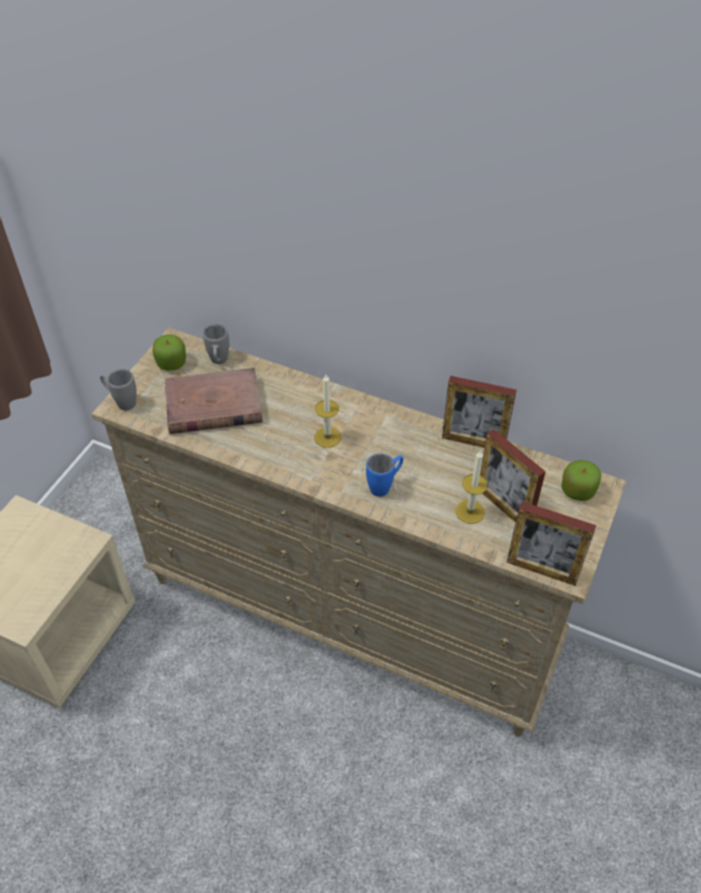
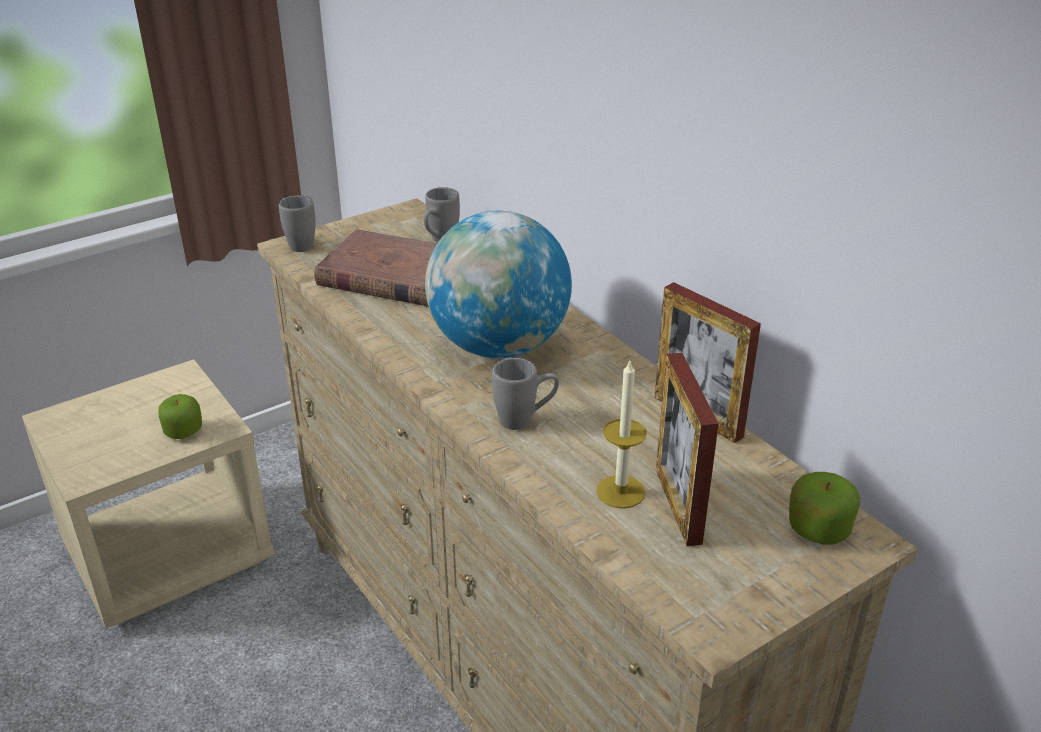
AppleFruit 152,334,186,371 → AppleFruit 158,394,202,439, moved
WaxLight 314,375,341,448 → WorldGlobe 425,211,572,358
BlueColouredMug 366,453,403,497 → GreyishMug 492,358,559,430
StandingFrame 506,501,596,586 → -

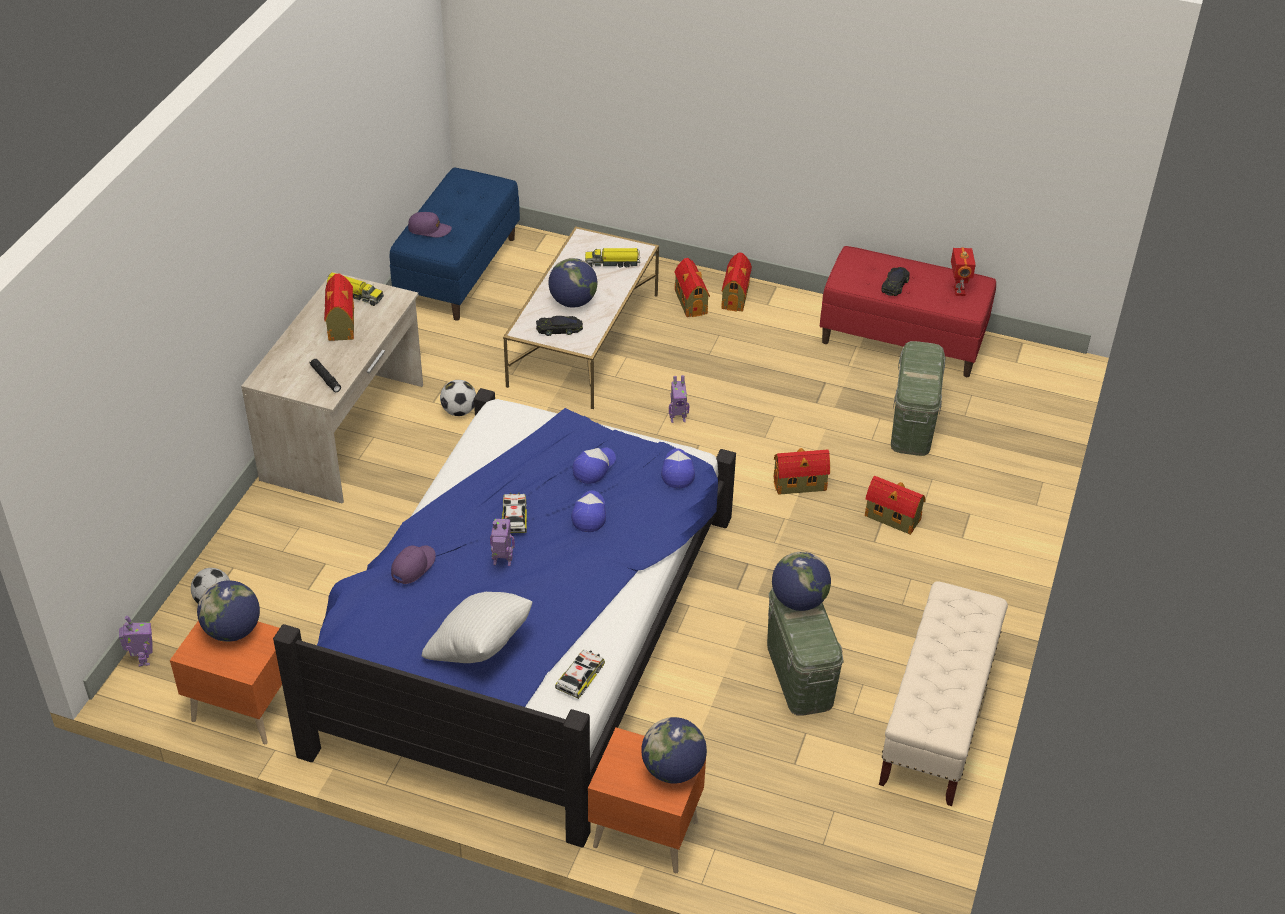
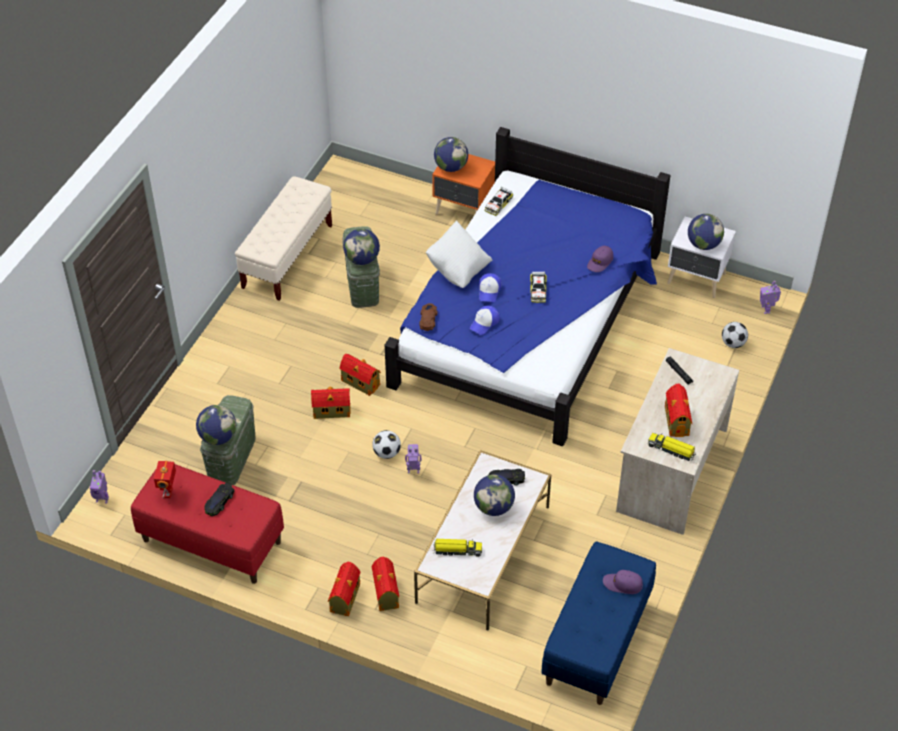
Football 440,380,476,416 → Football 372,430,401,459, moved
PeakedCap 661,448,695,488 → BrownColouredModelCar 419,303,438,331
ModelHouse 865,475,925,535 → ModelHouse 339,354,381,396, moved
RobotFigure 490,519,515,566 → RobotFigure 90,470,109,504, moved
WhitishPillow 422,592,533,663 → WhitishPillow 426,220,492,288, moved
OrangeNightTable 170,621,282,744 → WhitishNightTable 667,217,736,298
- → WorldGlobe 196,405,236,445

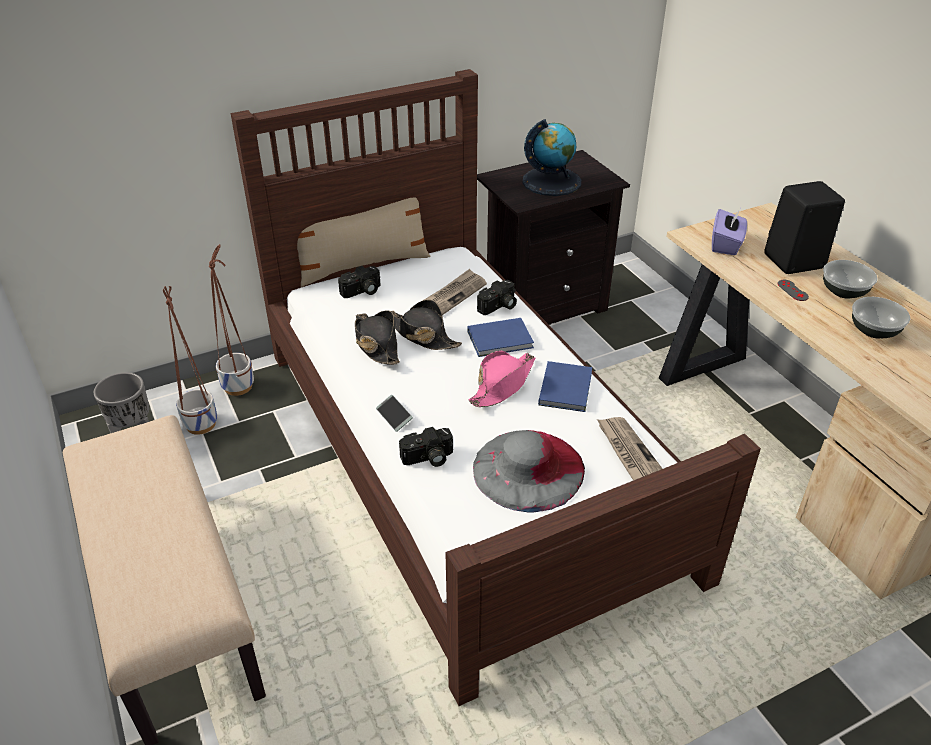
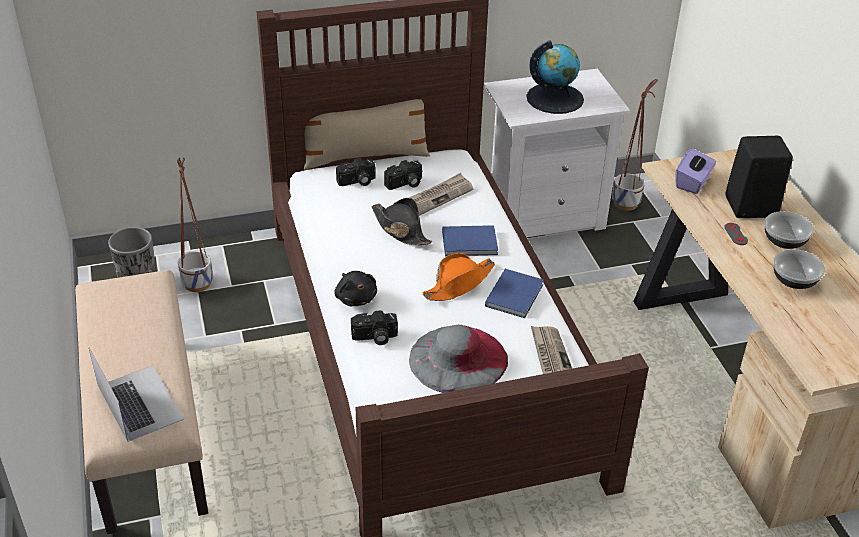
BlackColouredNightTable 477,150,630,324 → WhitishNightTable 484,69,630,237
PlantPot 209,244,254,396 → PlantPot 612,79,658,211, moved
PhotoCamera 477,280,517,315 → PhotoCamera 384,160,422,190, moved
BlackColouredWearableHat 355,310,400,365 → -
PinkishWearableHat 469,351,535,407 → OrangeWearableHat 422,253,495,301
Phone 376,395,413,432 → BlackColouredPlushToy 334,271,377,306
- → Laptop 89,348,184,442

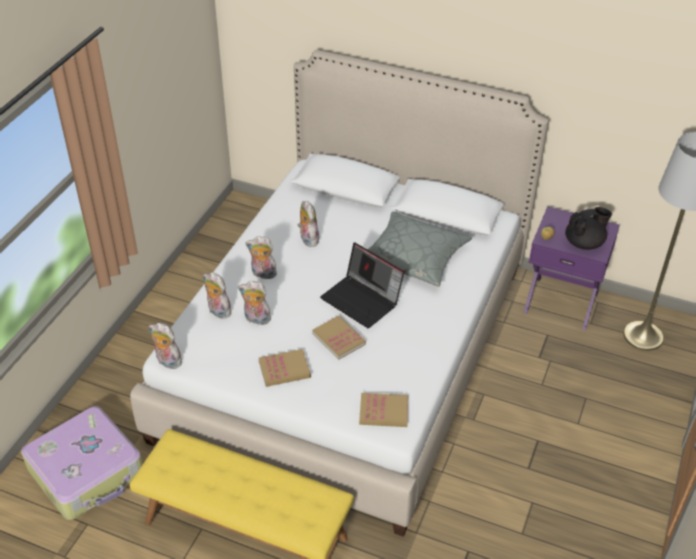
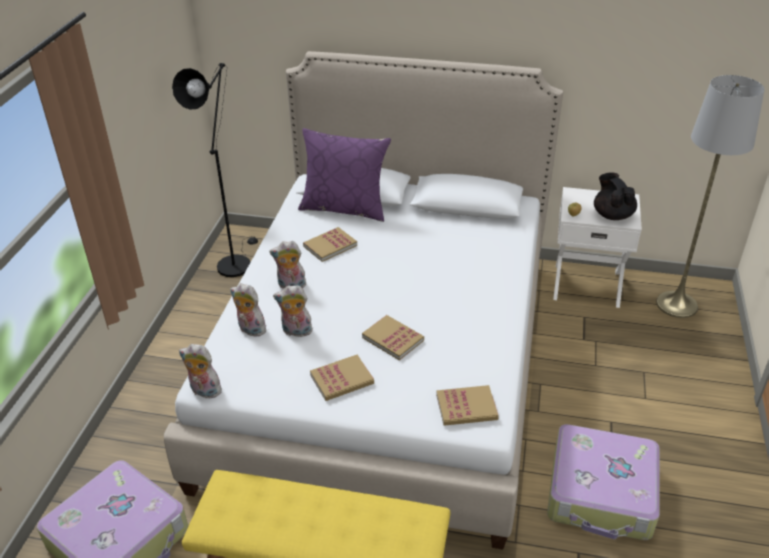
PlushToy 298,201,319,247 → Volume 303,227,357,262
PurpleColouredNightTable 523,207,620,331 → WhitishNightTable 553,187,642,308
BlackColouredTeaPot 565,207,612,250 → BlackColouredTeaPot 594,172,637,220, 75 degrees counterclockwise
GreyishPillow 367,212,472,287 → -
Laptop 320,242,404,328 → -
- → BlackColouredStandingLamp 172,63,258,277
- → PurpleColouredPillow 298,128,391,222
- → TravelCase 547,424,660,540

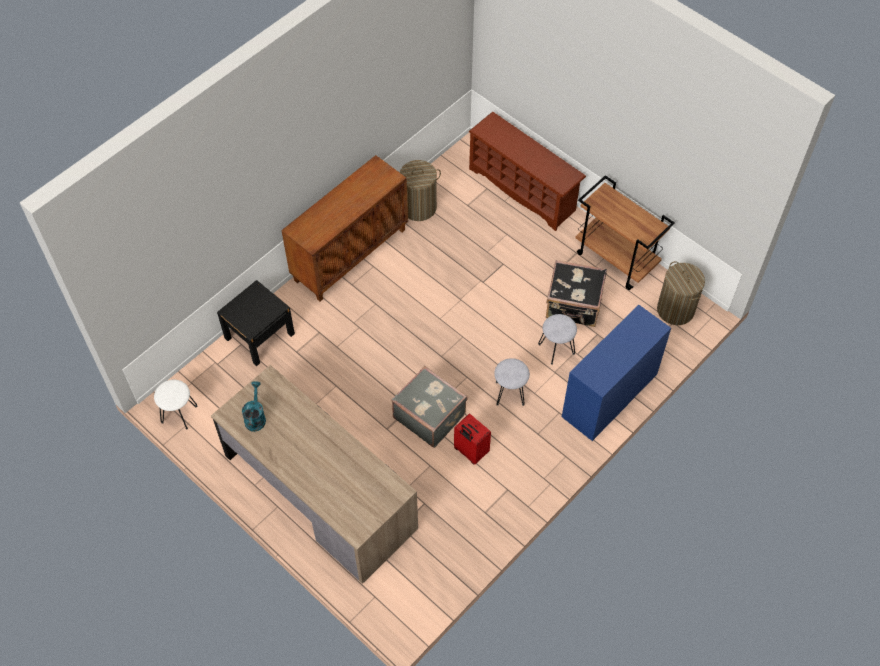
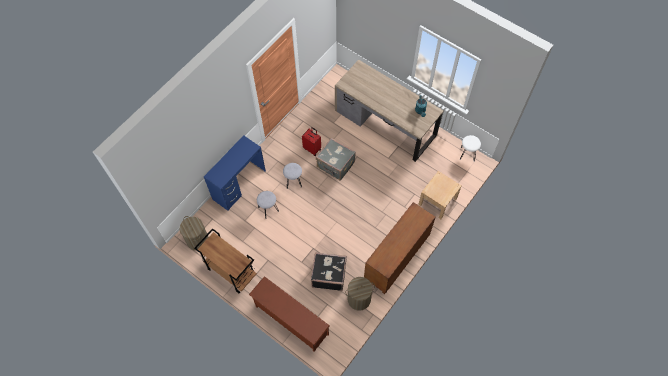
BlackColouredTravelCase 546,260,607,327 → BlackColouredTravelCase 311,252,347,291, moved
BlackColouredNightTable 217,280,295,366 → BeigeColouredNightTable 418,171,462,219

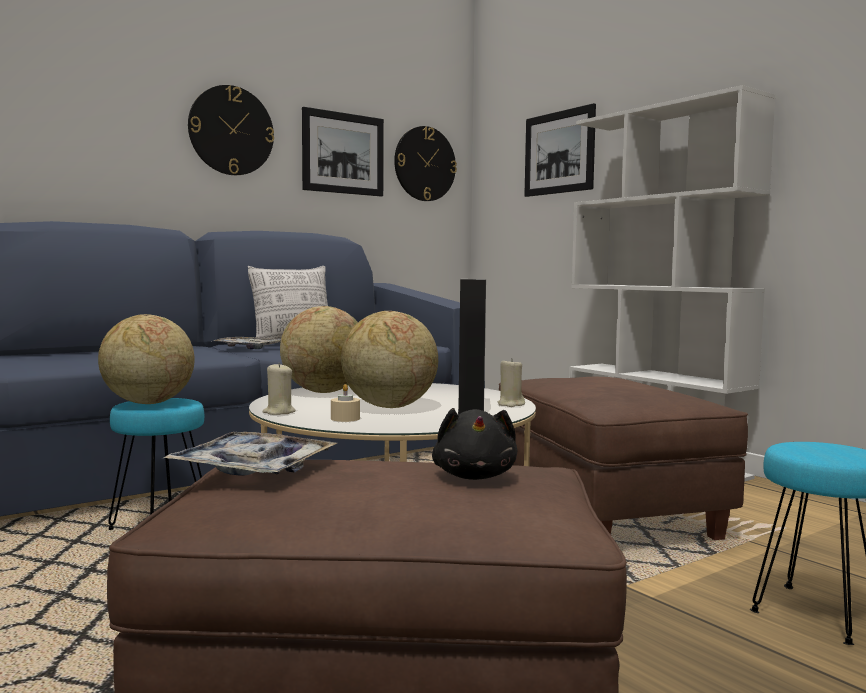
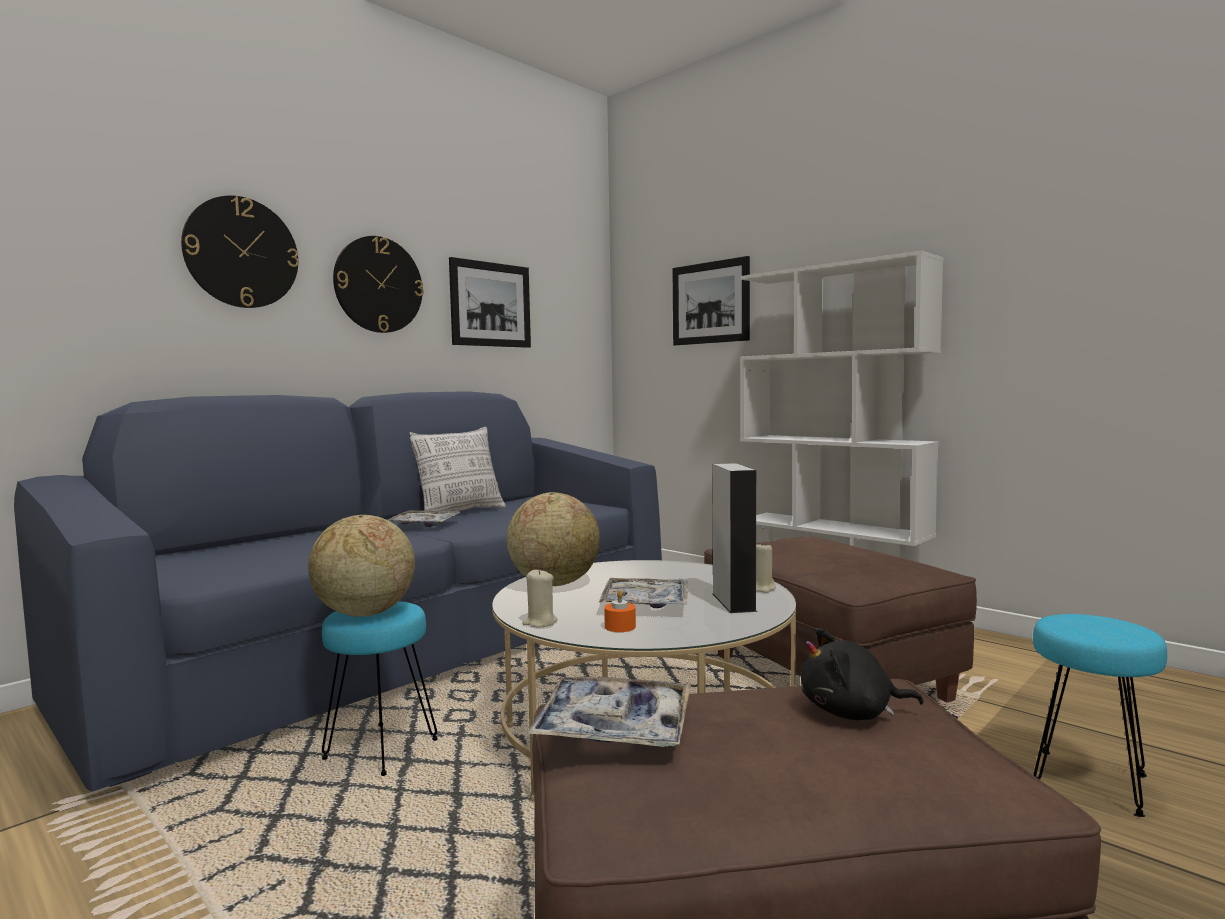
HangingClock 394,126,457,201 → HangingClock 181,195,299,308, moved
WorldGlobe 341,311,438,408 → ServingTray 599,578,688,608
BeigeColouredWaxLight 331,384,360,422 → OrangeWaxLight 604,590,636,632
BlackColouredPlushToy 432,408,517,480 → BlackColouredPlushToy 801,628,924,720, 105 degrees clockwise

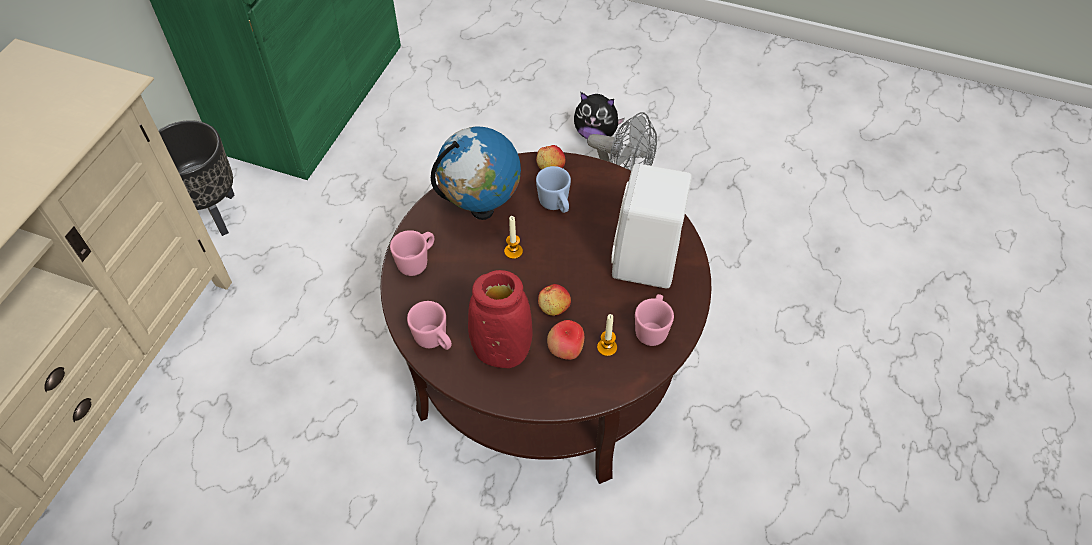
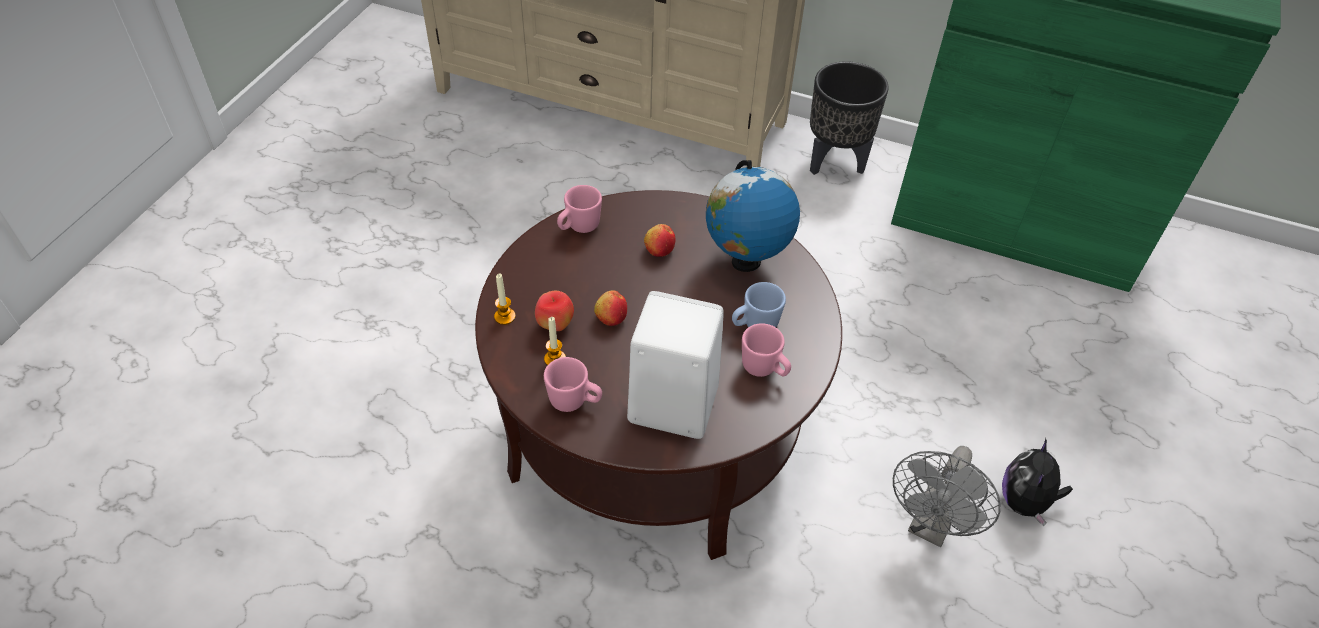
AppleFruit 536,145,566,170 → AppleFruit 644,224,676,257, moved
WaxLight 504,216,523,259 → WaxLight 494,273,516,325, moved
PinkishMug 390,230,434,276 → PinkishMug 742,323,791,377, moved
RedColouredVase 468,270,533,368 → -

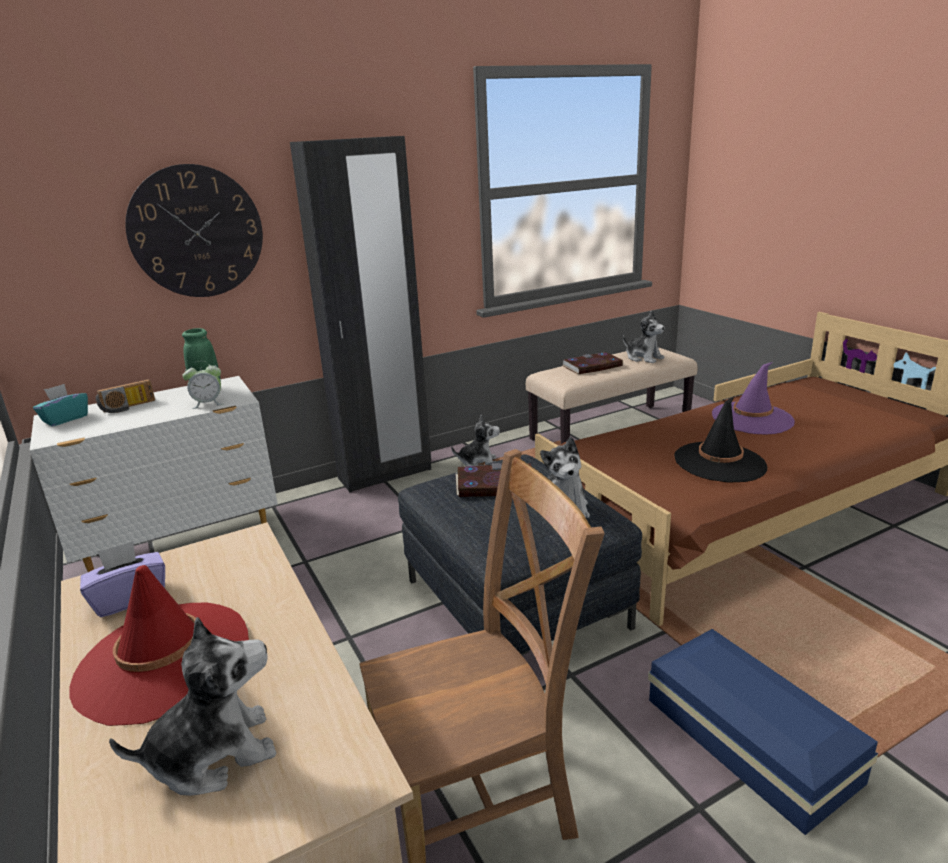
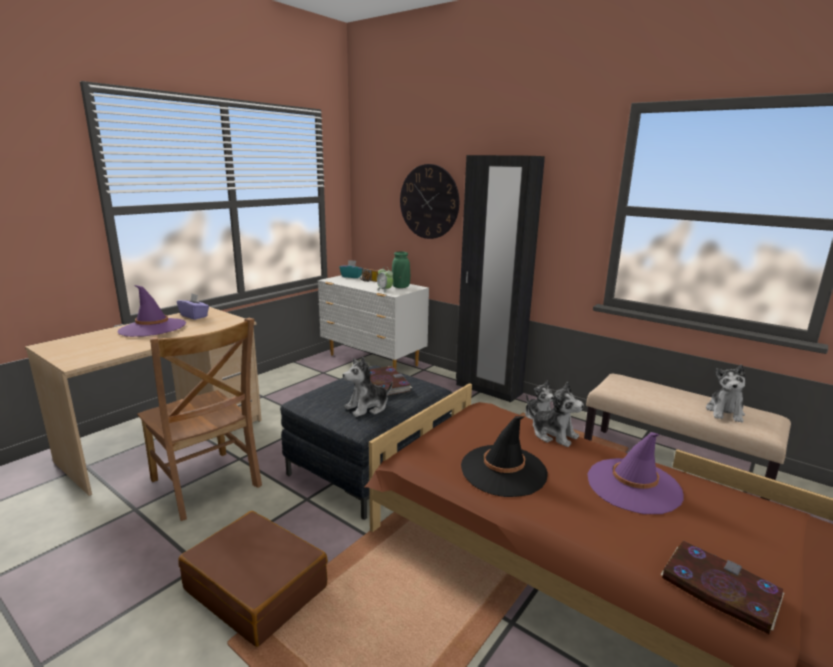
Volume 563,352,623,374 → Volume 660,541,784,634, moved
RedColouredWearableHat 70,565,249,726 → PurpleColouredWearableHat 118,285,186,337
PlushToy 109,617,276,796 → PlushToy 528,382,584,447, moved
BlueColouredStorageBin 648,629,878,835 → BrownColouredTravelCase 178,511,328,647

